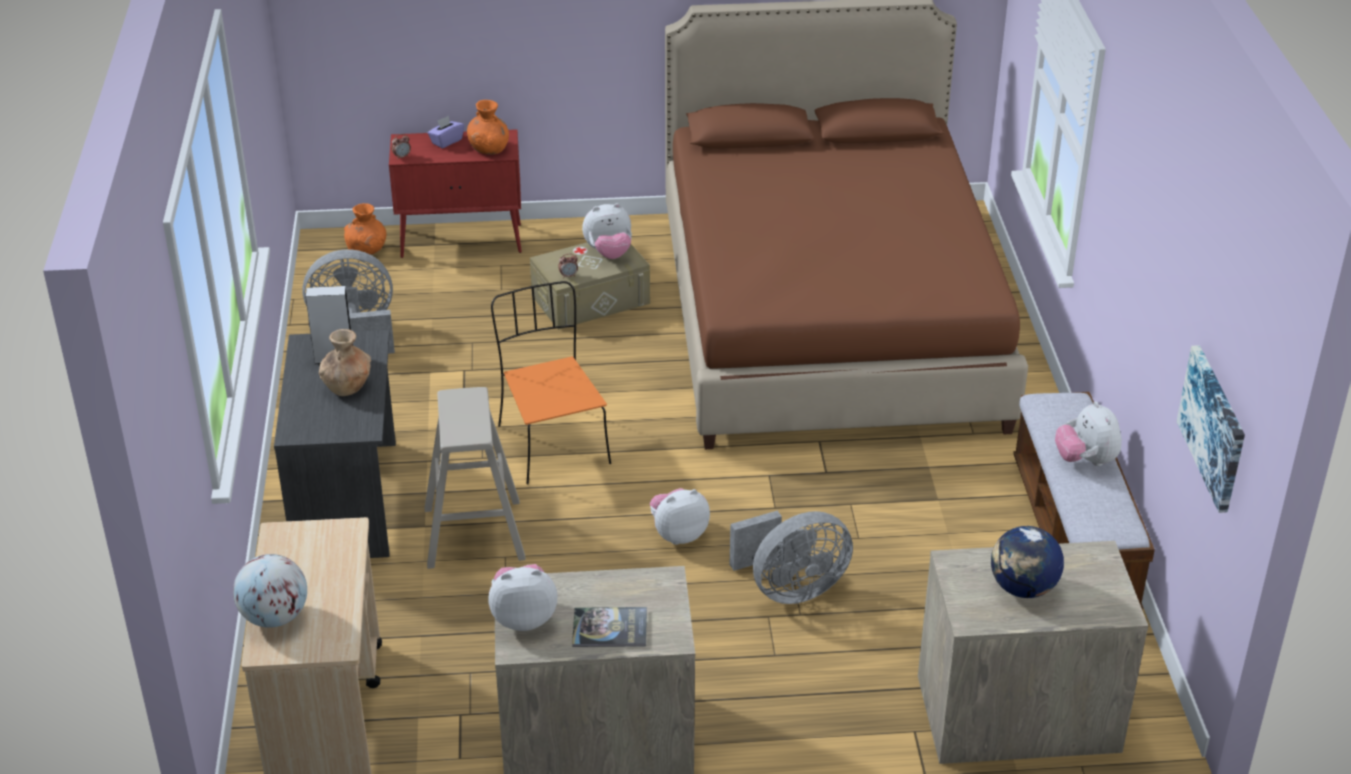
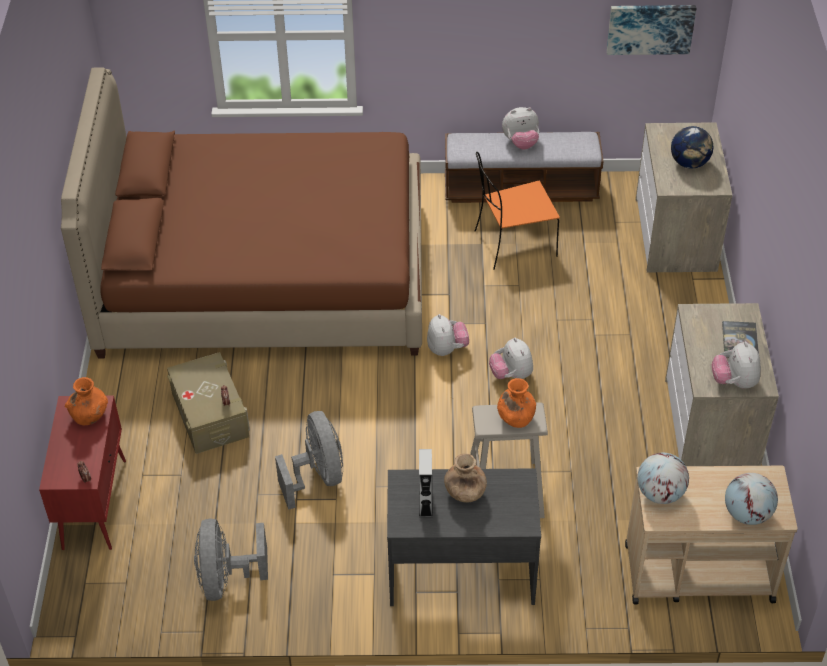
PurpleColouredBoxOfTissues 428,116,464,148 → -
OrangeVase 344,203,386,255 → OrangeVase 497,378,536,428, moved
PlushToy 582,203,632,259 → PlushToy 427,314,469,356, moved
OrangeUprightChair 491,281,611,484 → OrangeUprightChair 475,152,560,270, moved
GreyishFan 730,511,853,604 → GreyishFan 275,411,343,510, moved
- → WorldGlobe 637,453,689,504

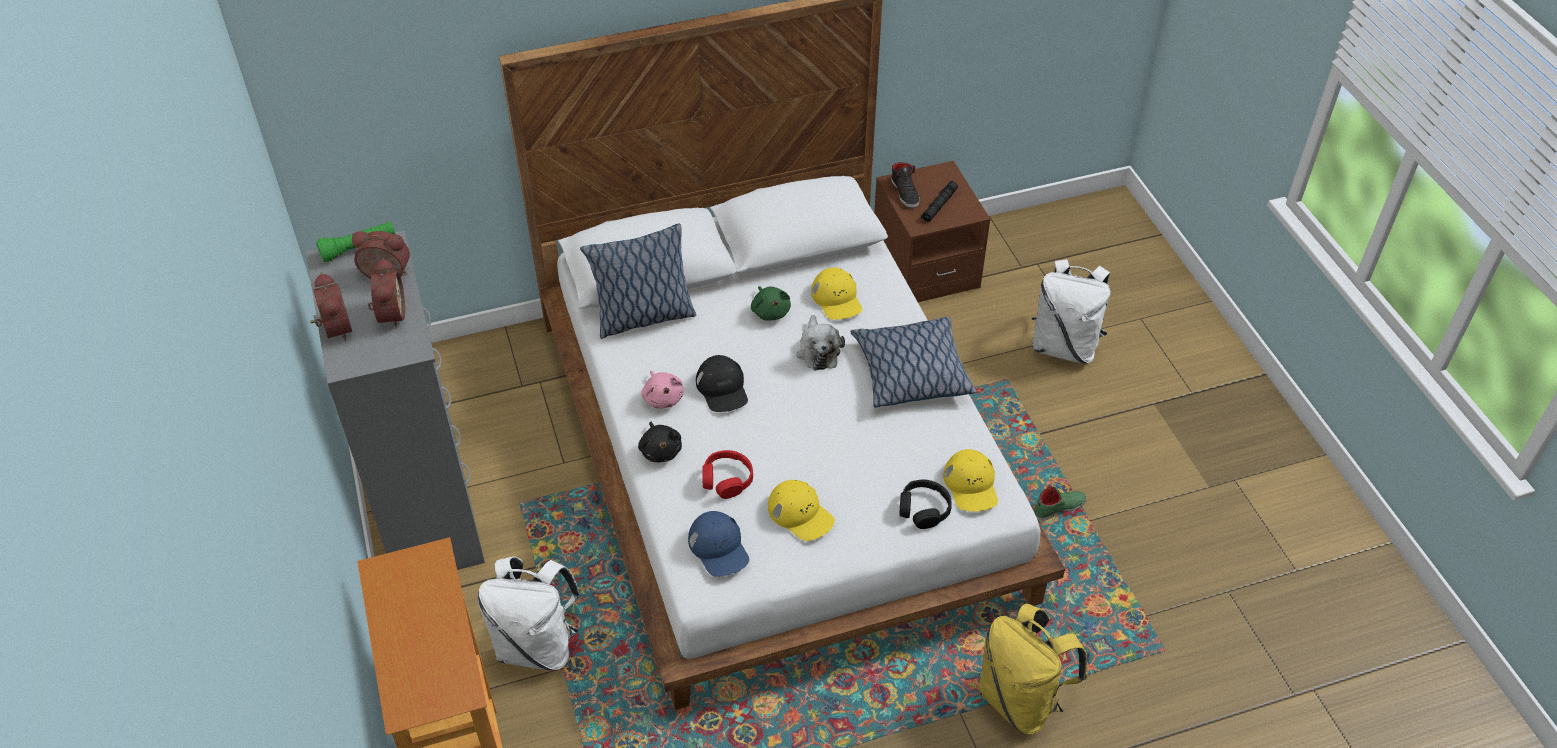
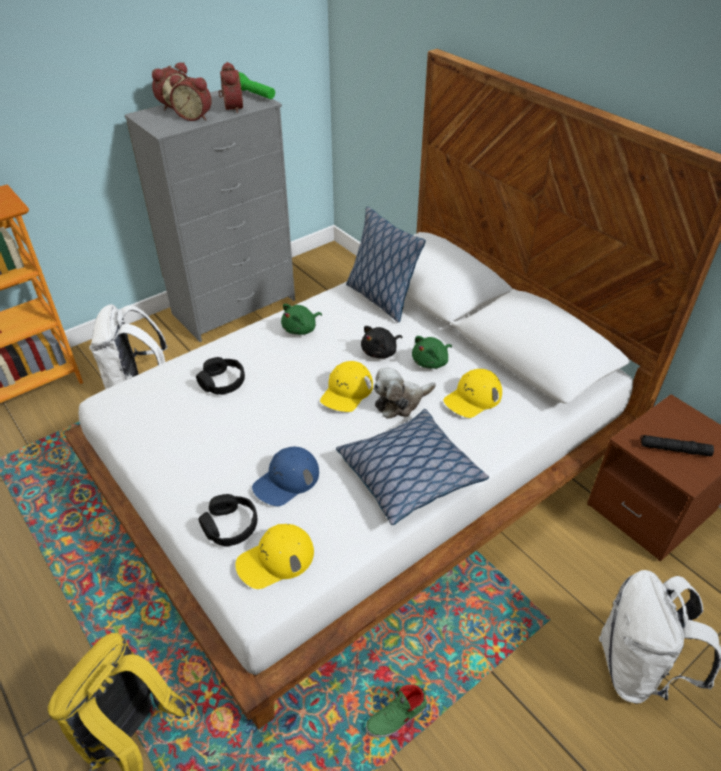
BlackColouredItemOfFootwear 891,162,920,208 → -
BedsideClock 368,258,405,329 → BedsideClock 170,75,212,121, 45 degrees clockwise
BlackColouredPeakedCap 696,355,748,412 → -
PinkishPlushToy 641,371,684,408 → GreenColouredPlushToy 281,304,322,335
BlackColouredPlushToy 638,422,682,462 → BlackColouredPlushToy 361,326,403,358, moved
RedColouredHeadphones 702,450,753,499 → BlackColouredHeadphones 196,357,245,395
YellowPeakedCap 768,480,835,541 → YellowPeakedCap 320,361,373,412, moved
GreenColouredItemOfFootwear 1034,484,1086,520 → GreenColouredItemOfFootwear 366,684,427,738, 105 degrees clockwise
BlueColouredPeakedCap 688,511,749,577 → BlueColouredPeakedCap 252,447,319,506, moved

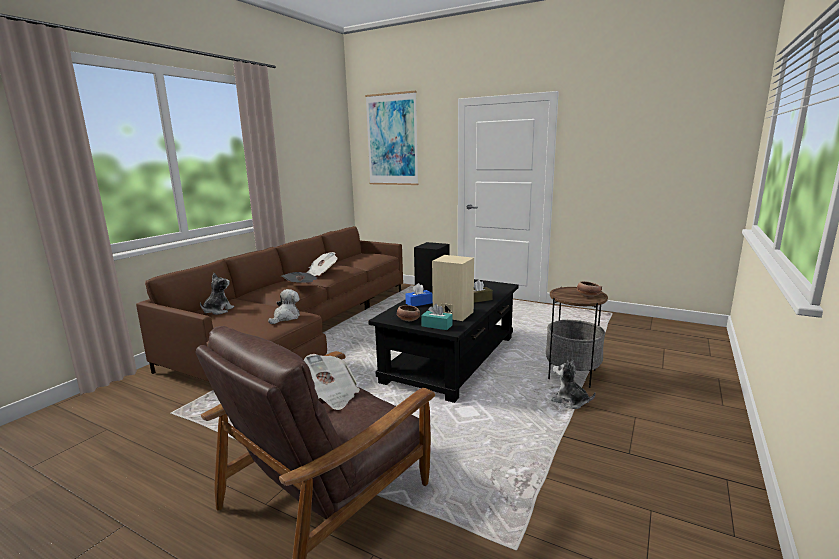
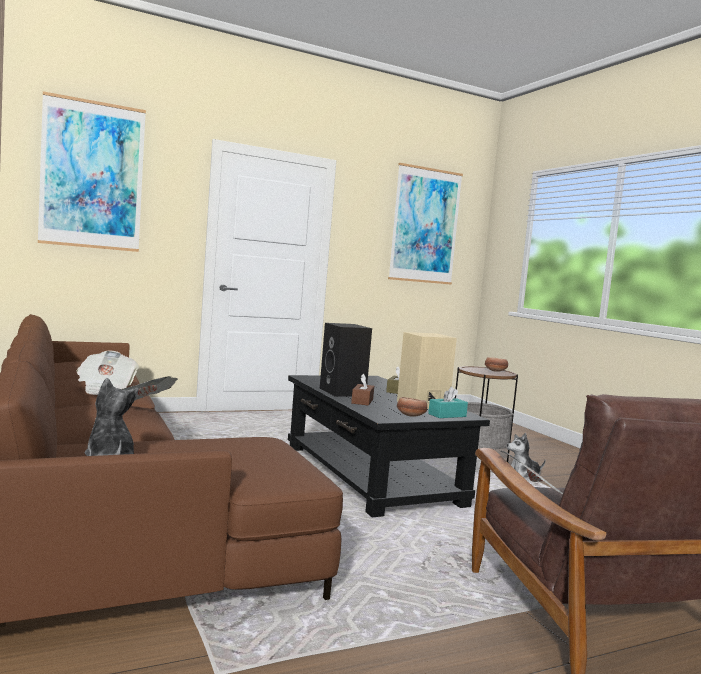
BlueColouredBoxOfTissues 405,283,433,307 → BrownColouredBoxOfTissues 351,374,374,406
PlushToy 268,289,300,324 → -
- → Picture 388,163,463,285

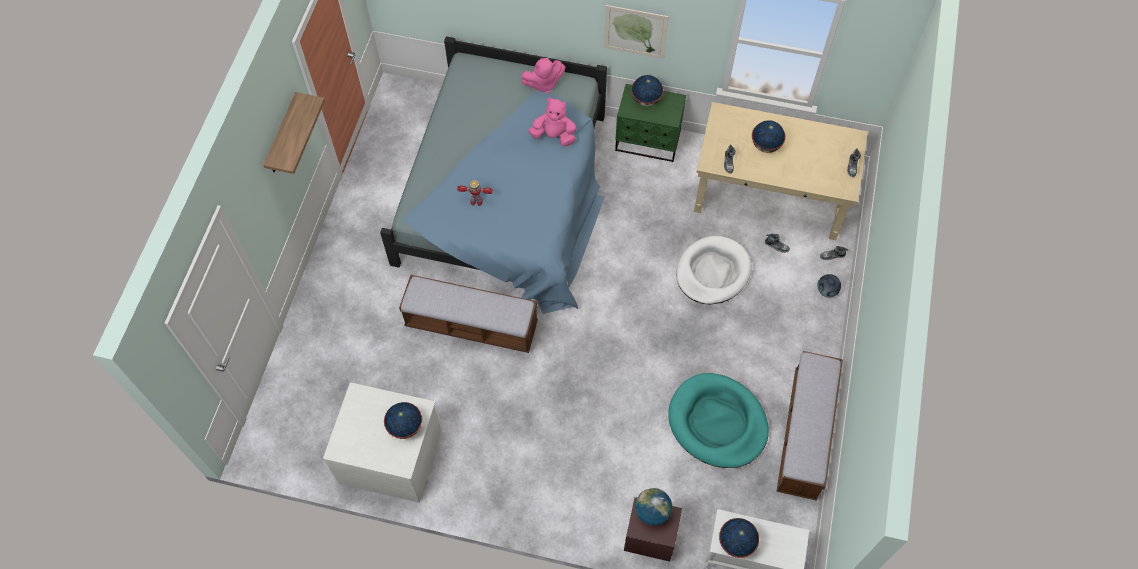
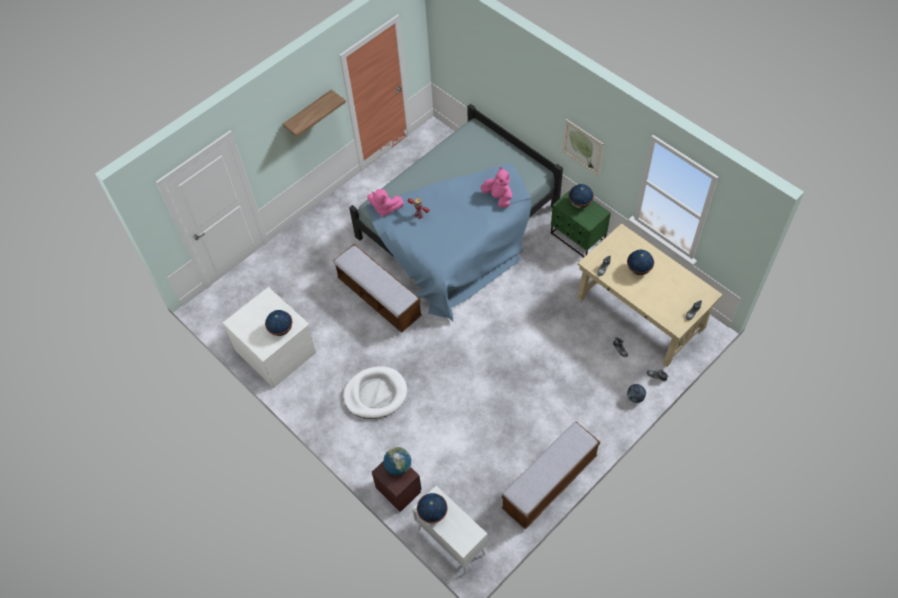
PinkishPlushToy 521,58,565,93 → PinkishPlushToy 367,189,404,217, moved
WhitishDogBed 676,236,751,304 → WhitishDogBed 343,366,407,419, moved
TurquoiseDogBed 668,373,769,468 → -

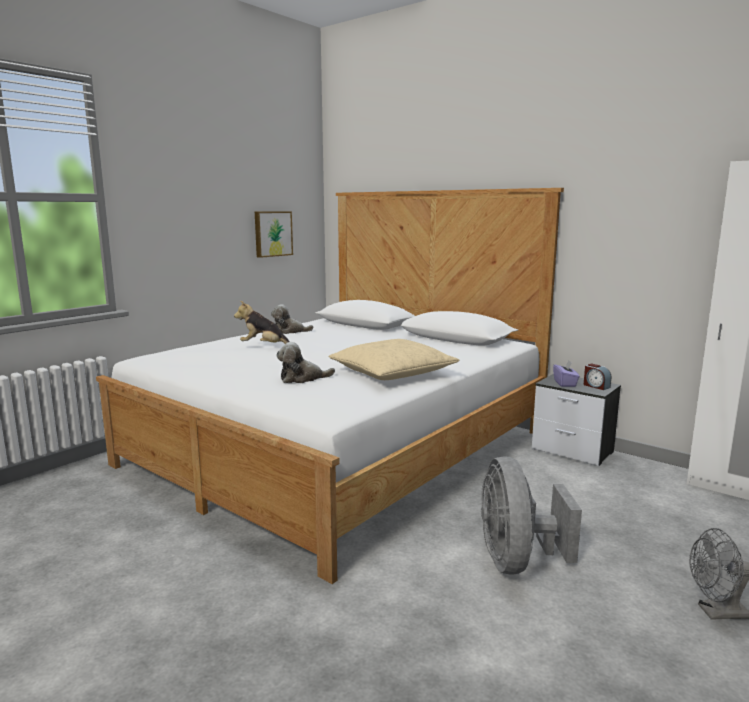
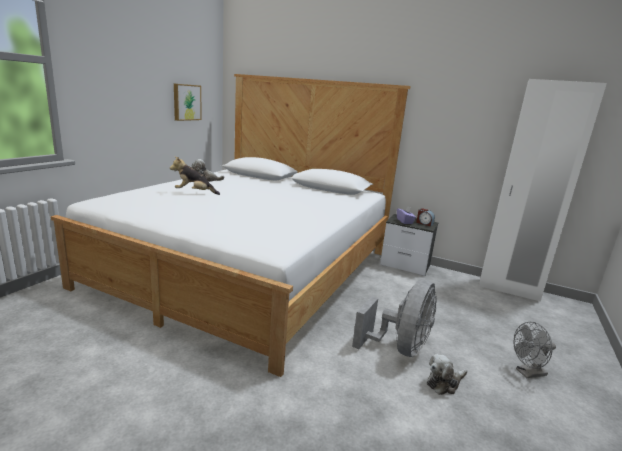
BeigeColouredPillow 329,339,460,380 → -
PlushToy 276,342,335,383 → PlushToy 427,354,467,395, moved
GreyishFan 481,456,582,575 → GreyishFan 352,279,437,357, 135 degrees counterclockwise

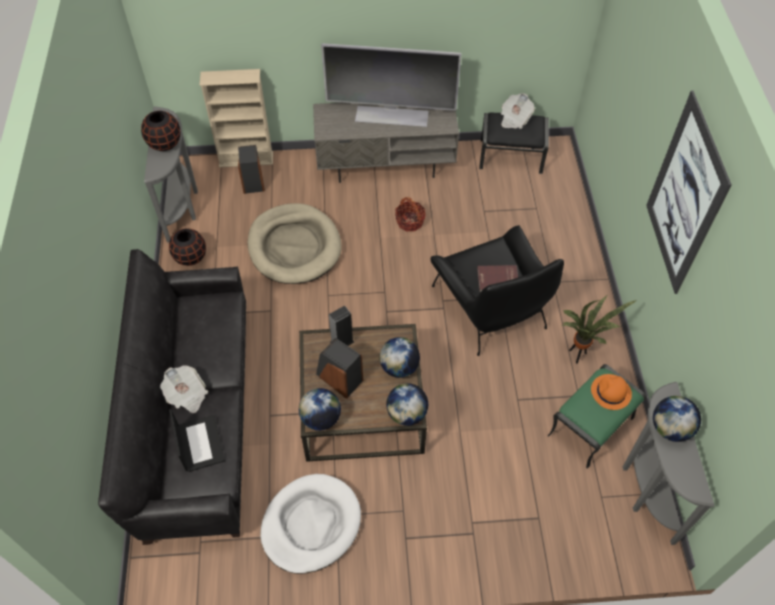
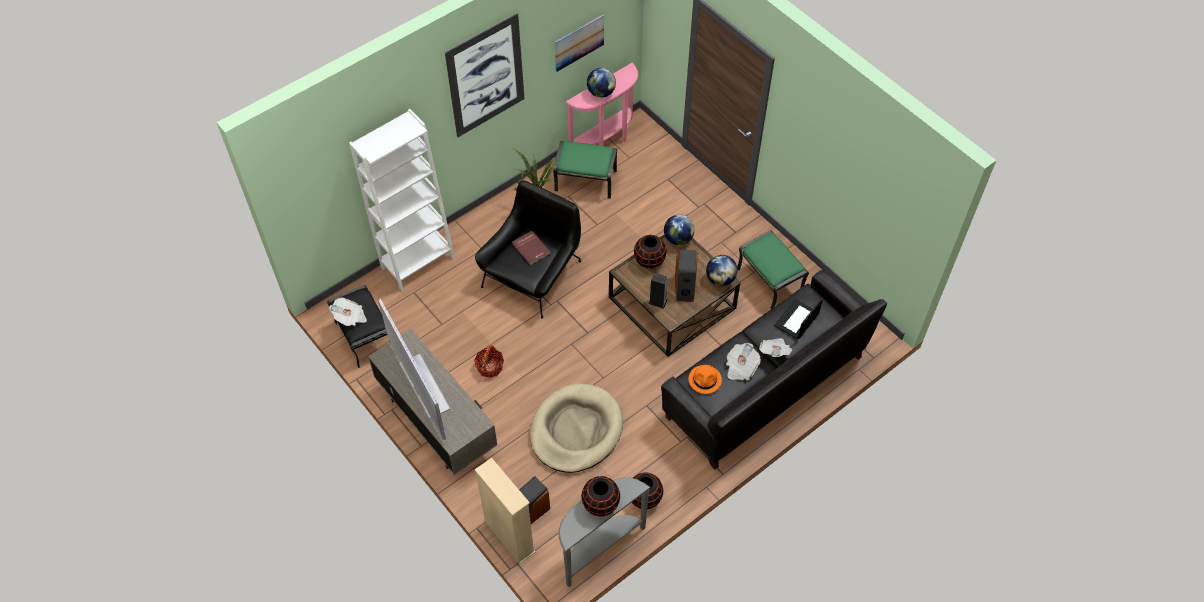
WorldGlobe 379,337,420,378 → BlackColouredVase 634,235,667,269
OrangeWearableHat 591,374,632,410 → OrangeWearableHat 688,365,722,394, moved
GreyishConsoleTable 623,382,714,545 → PinkishConsoleTable 566,63,638,146
WhitishDogBed 260,474,361,574 → GreenColouredOttoman 737,231,809,309
- → Picture 555,14,604,72
- → WhitishBookshelf 349,109,455,291
- → DailyPaper 726,343,761,381

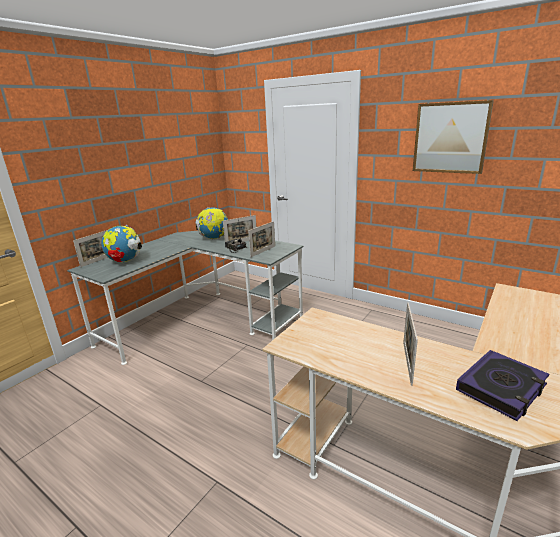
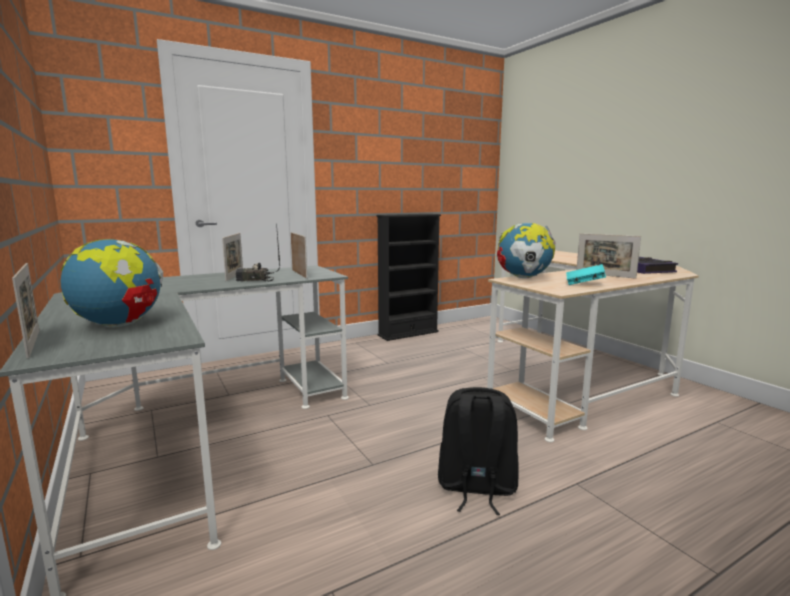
Picture 413,100,494,174 → -
WorldGlobe 196,207,228,239 → WorldGlobe 496,223,556,278, moved
- → BlackColouredBookshelf 376,214,441,341
- → TurquoiseVolume 566,264,606,285
- → BlackColouredBackpack 438,387,519,515

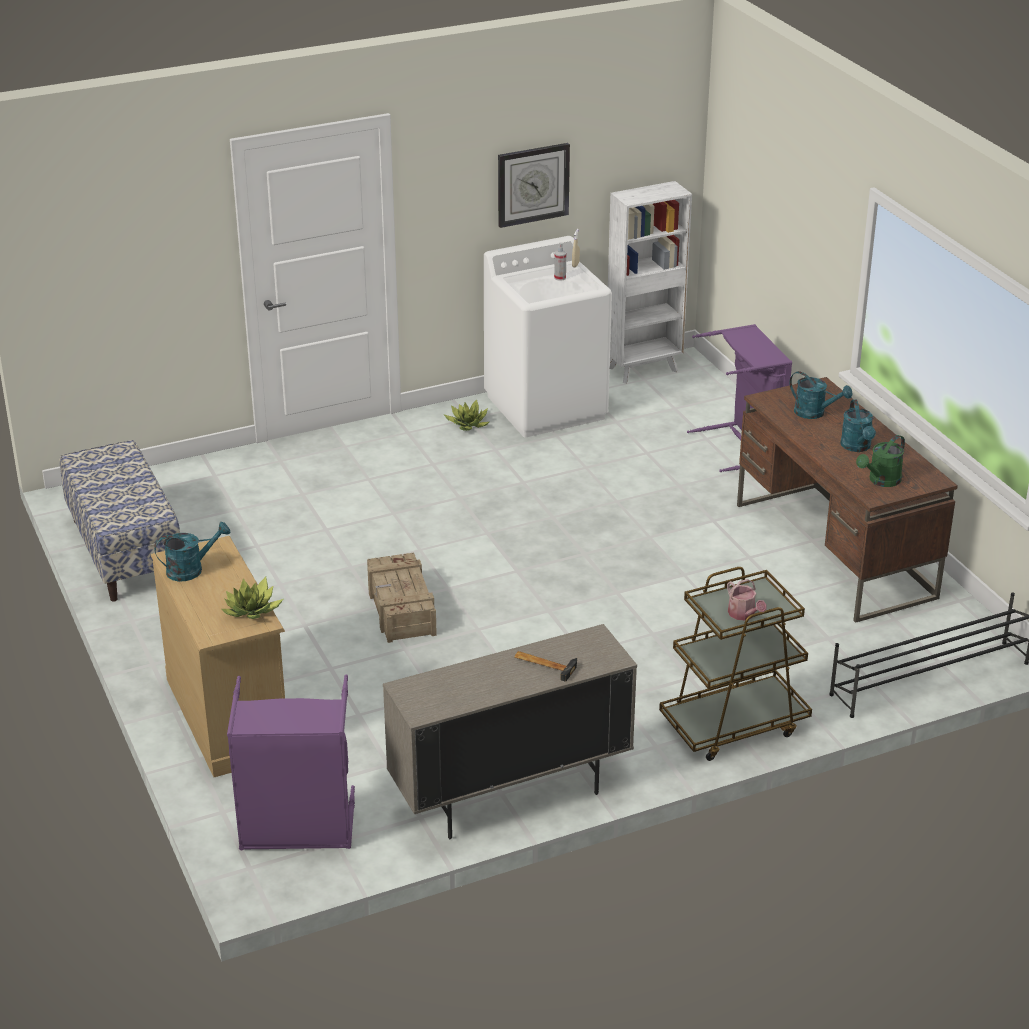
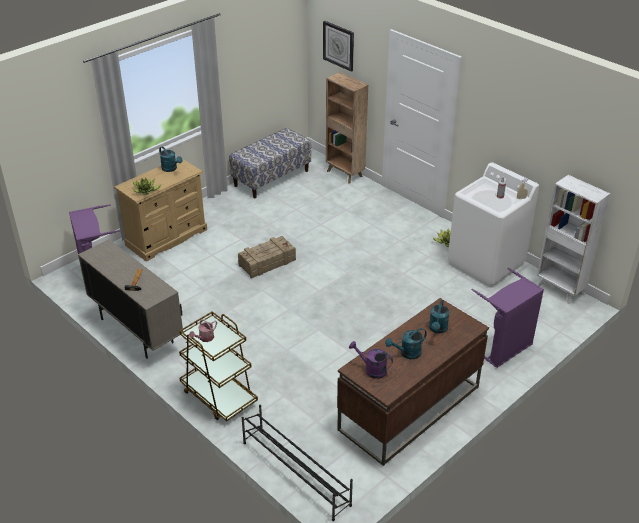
HangingClock 498,143,570,228 → HangingClock 323,21,354,72, moved
GreenColouredSprinklingCan 856,435,905,487 → PurpleColouredSprinklingCan 349,341,393,379
- → BrownColouredBookshelf 326,72,368,184

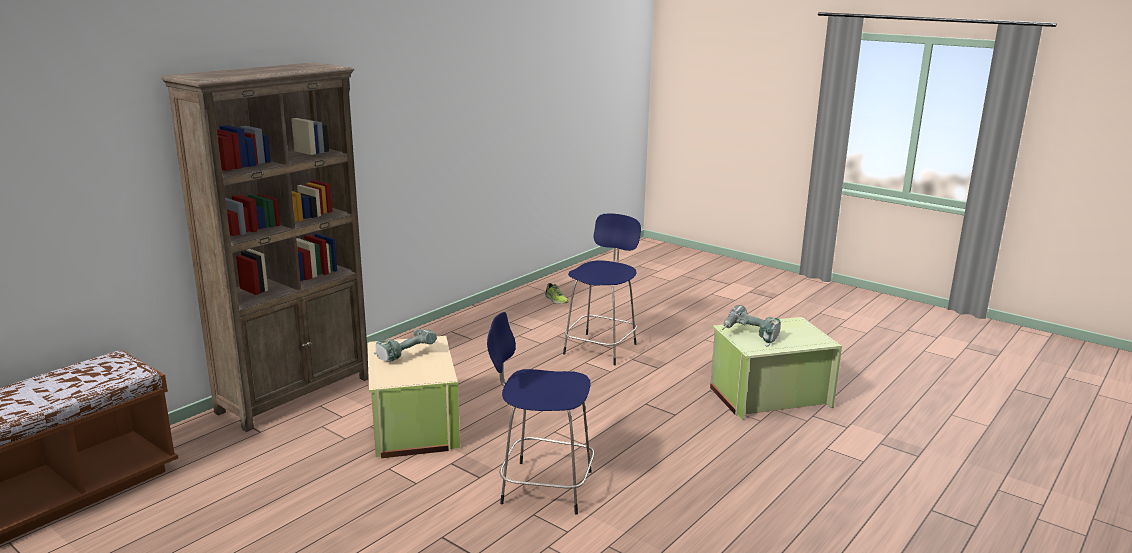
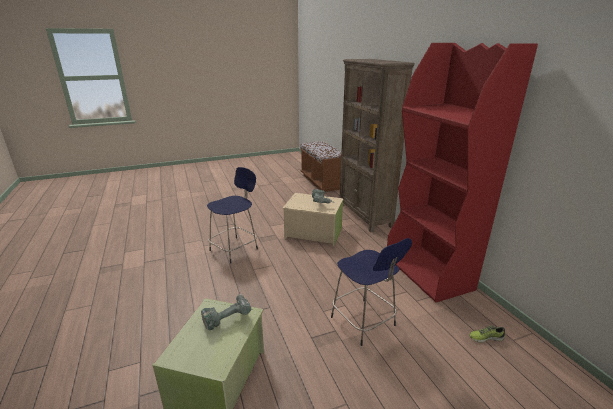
- → RedColouredBookshelf 387,43,538,302

